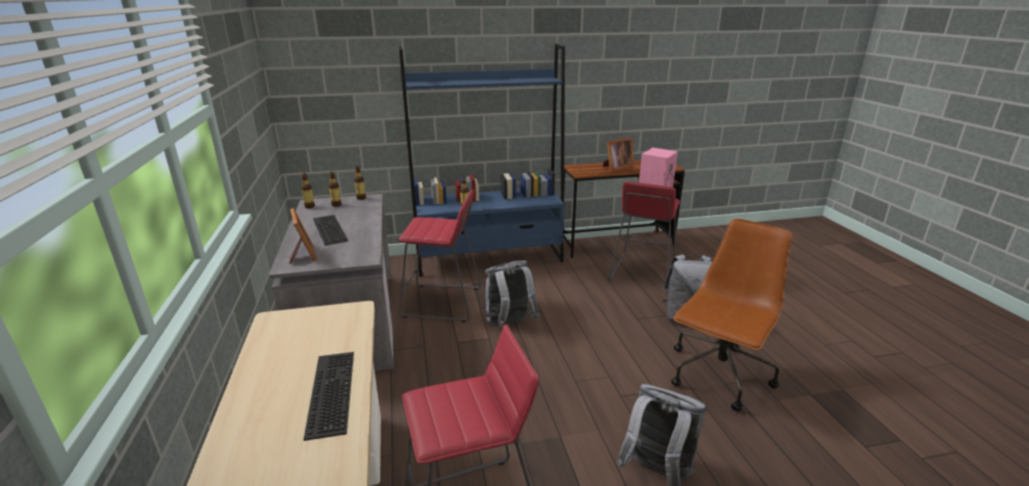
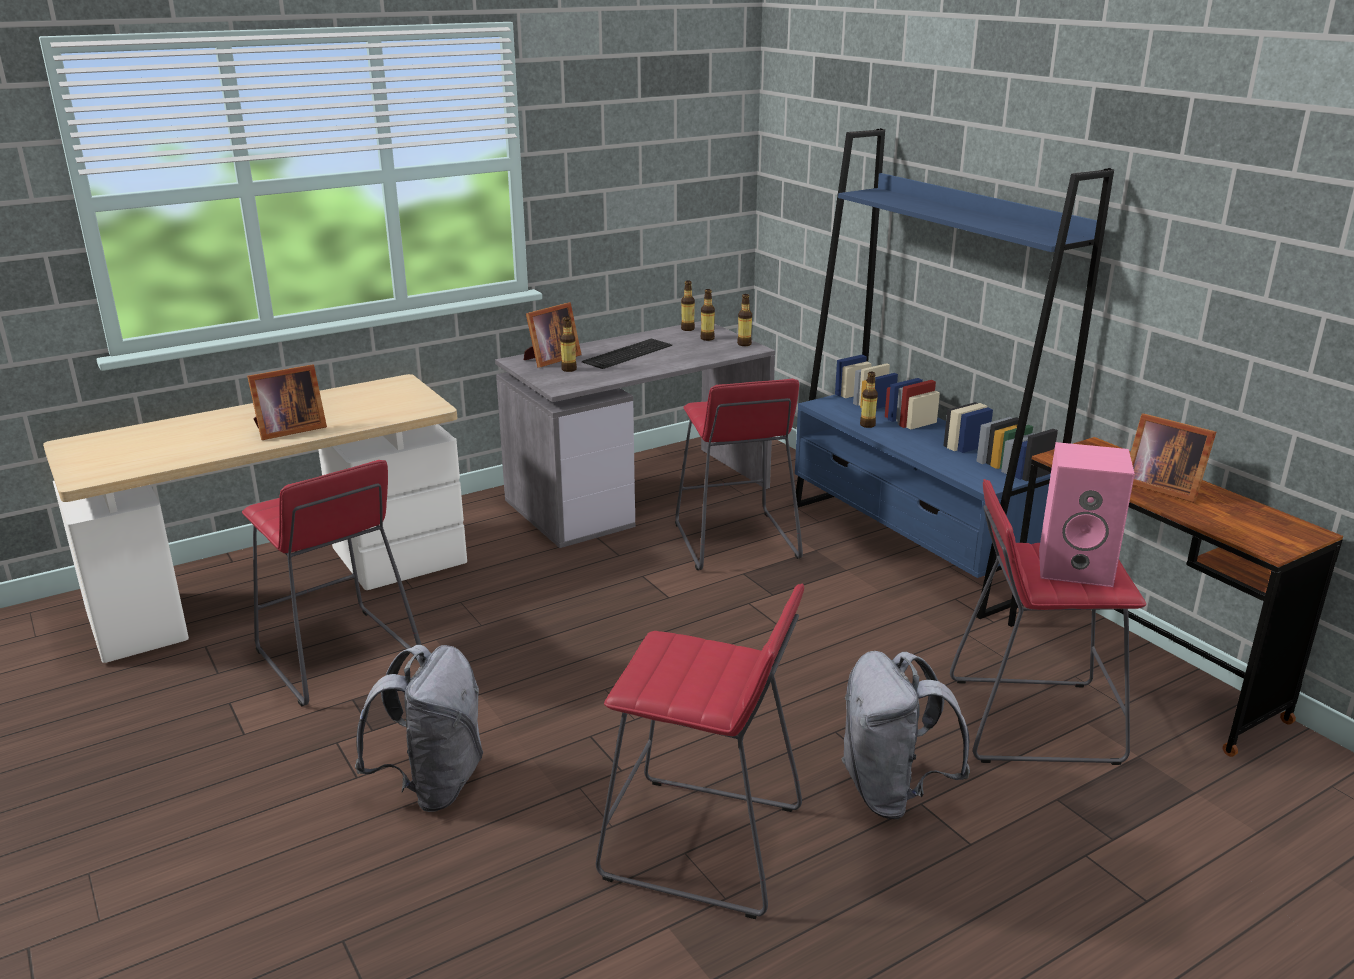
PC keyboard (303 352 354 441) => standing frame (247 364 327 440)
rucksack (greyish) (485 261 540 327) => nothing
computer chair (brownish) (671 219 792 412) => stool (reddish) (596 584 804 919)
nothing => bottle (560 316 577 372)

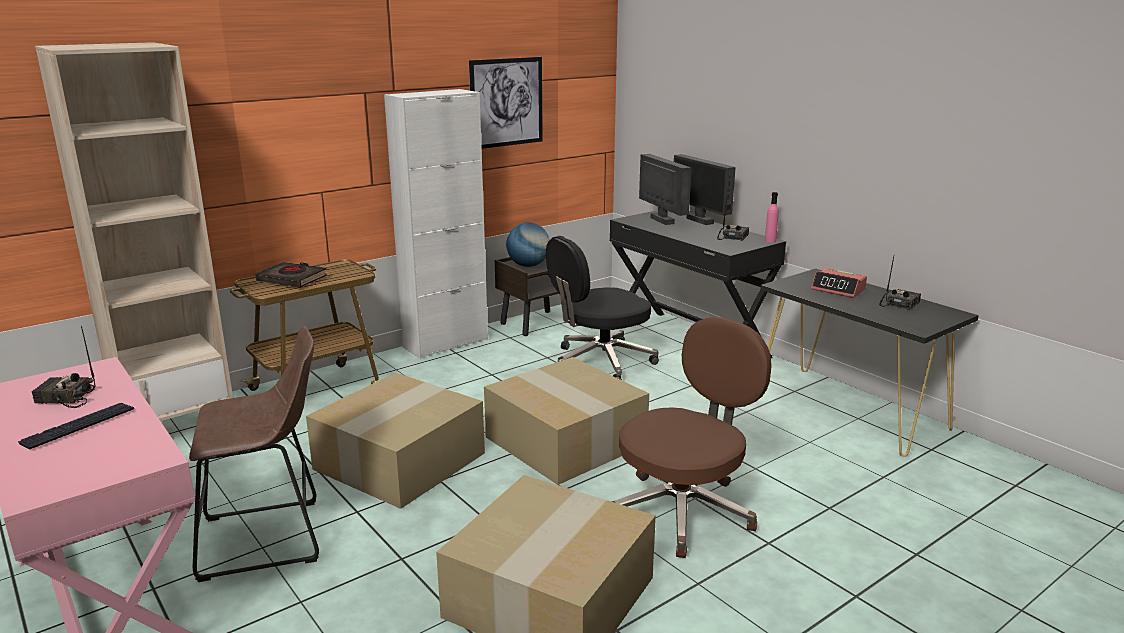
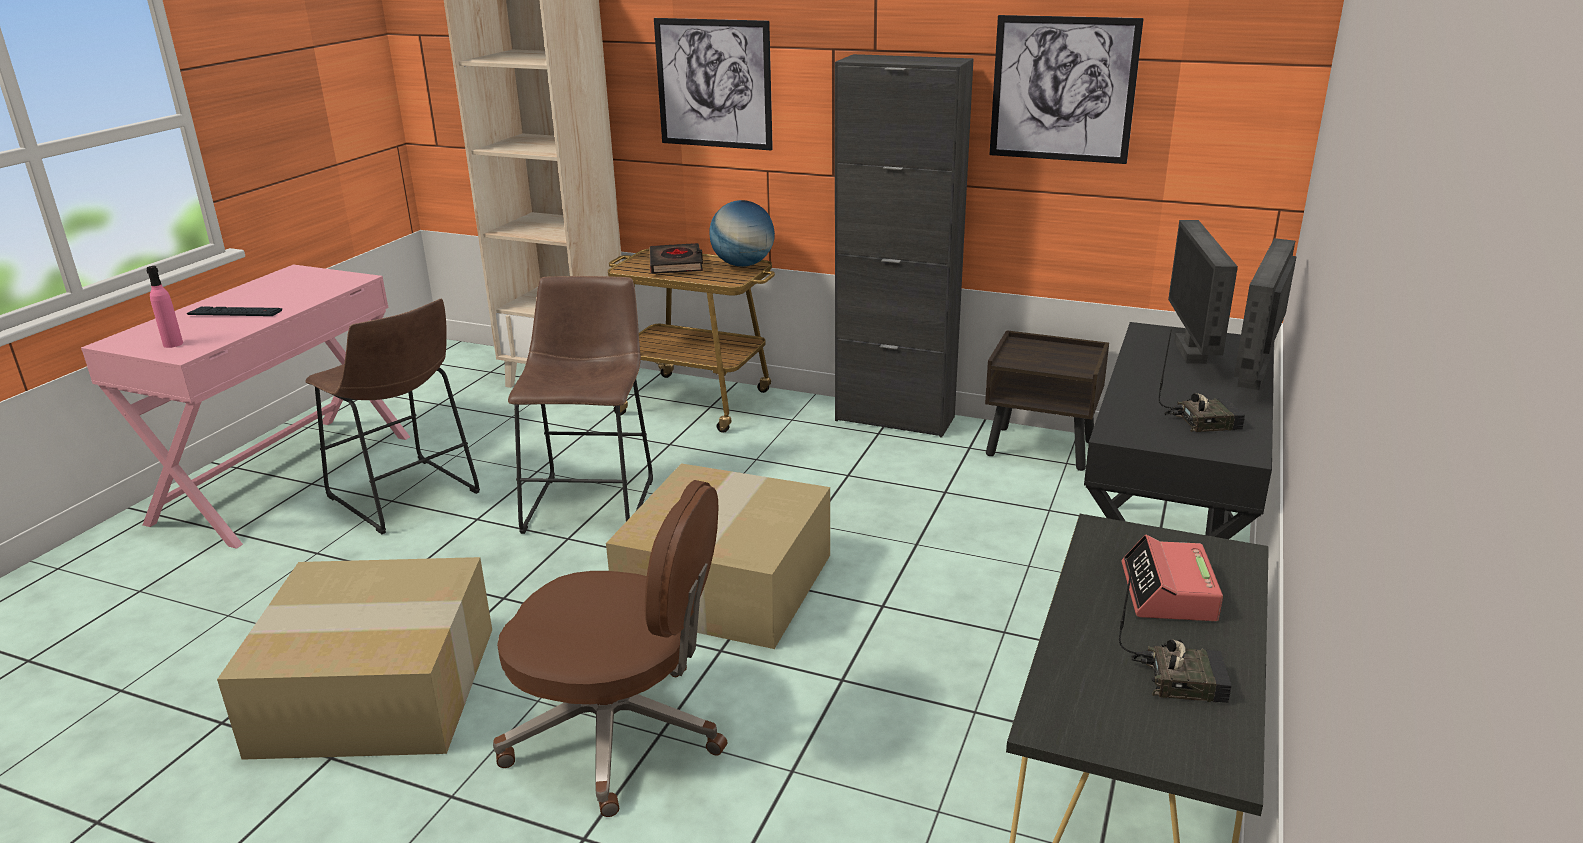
radio (32 326 95 408) => nothing
packing box (306 373 485 509) => stool (brownish) (508 276 653 534)
storage cabinet (white) (384 89 488 359) => storage cabinet (blackish) (835 54 973 438)
globe (506 223 550 267) => globe (709 200 775 267), relocated
computer chair (blackish) (546 236 659 380) => nothing
computer display (639 154 691 225) => computer display (1168 220 1238 364), 150 degrees clockwise
bottle (pink) (765 192 779 243) => bottle (pink) (146 266 183 348), relocated
nothing => picture (654 18 773 150)

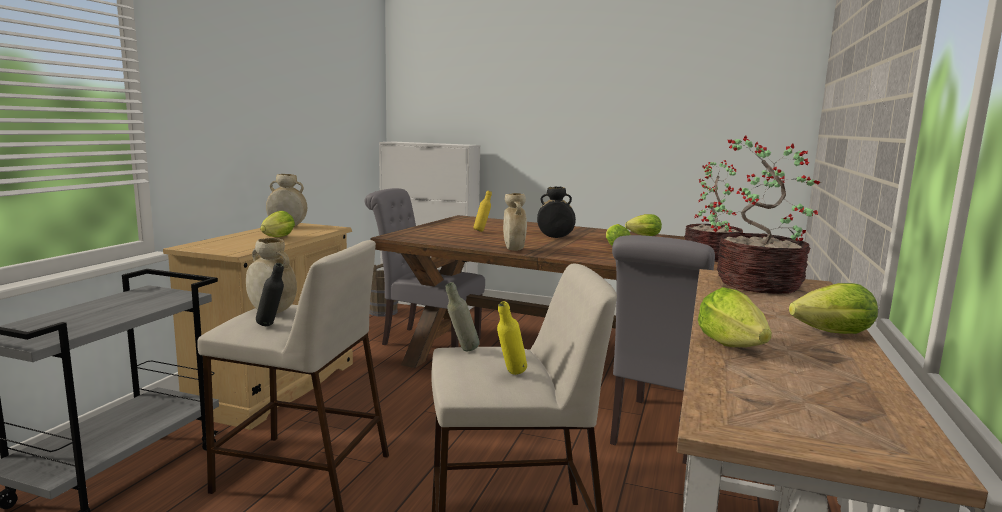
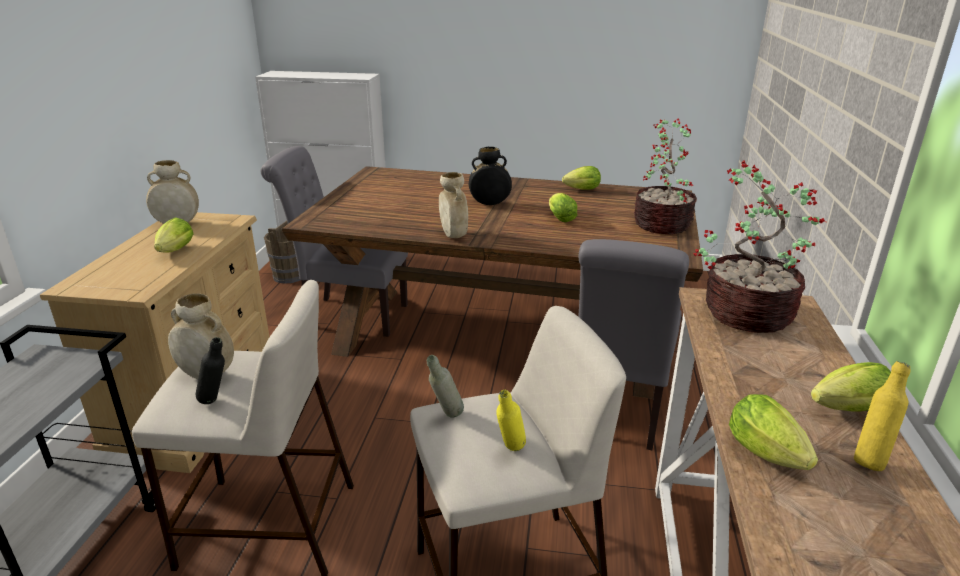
bottle (yellow) (473 191 492 232) => bottle (yellow) (854 361 910 471), relocated

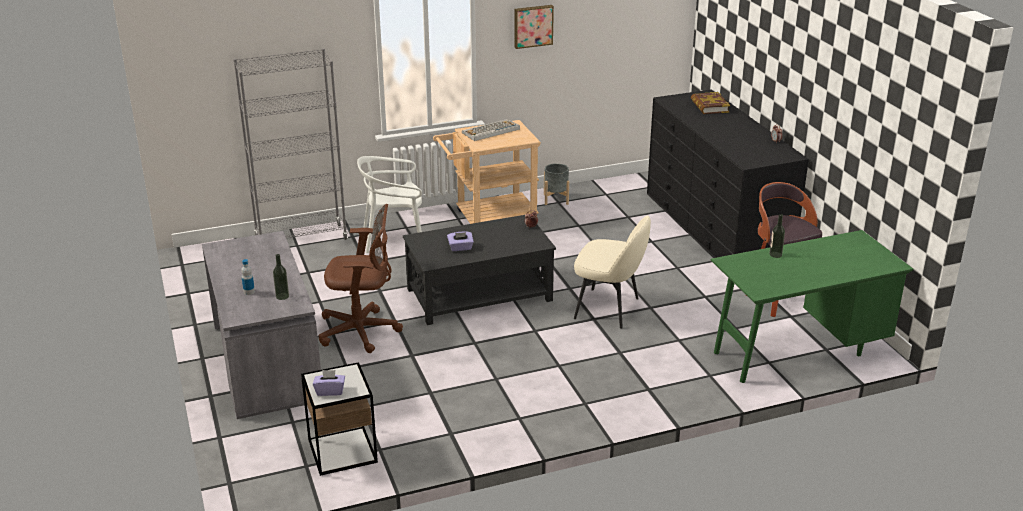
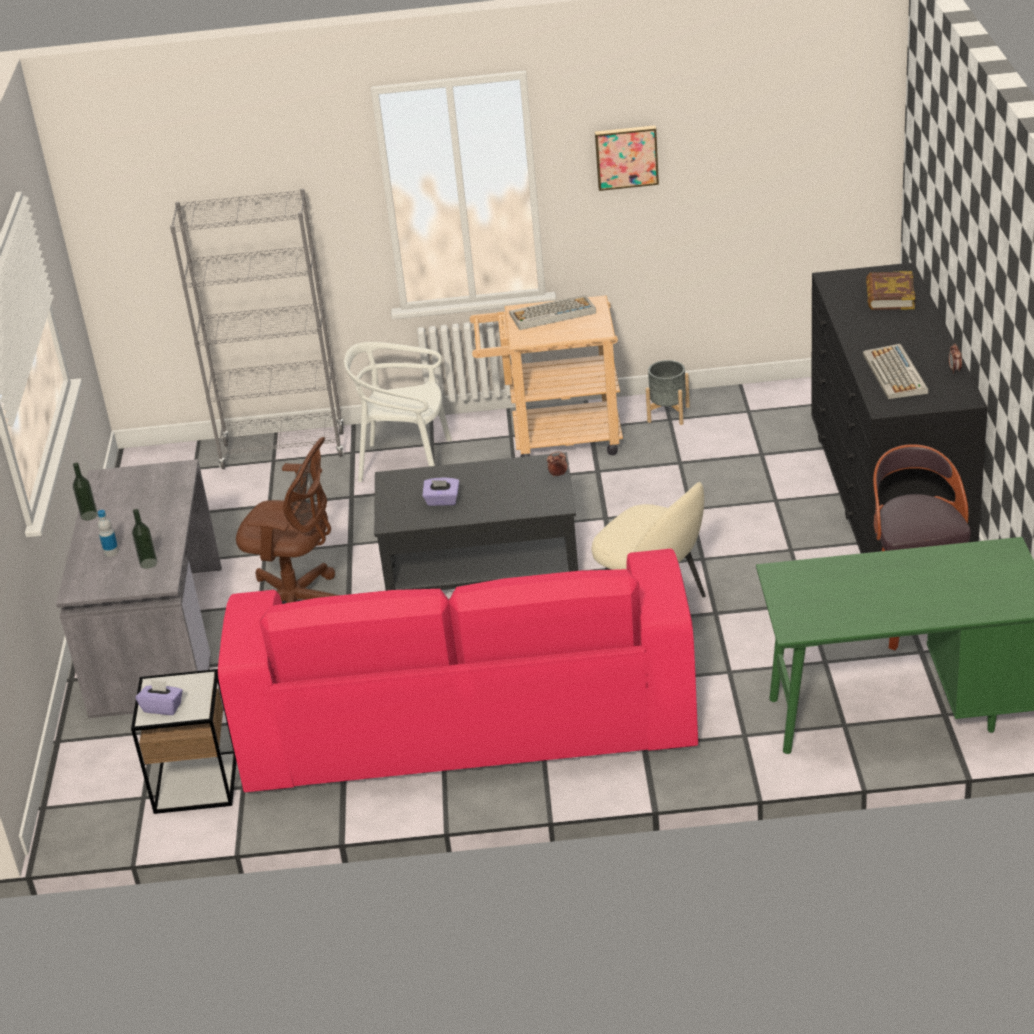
bottle (769 214 785 258) => bottle (73 463 98 521), relocated
nothing => couch (pink) (218 549 698 792)
nothing => PC keyboard (863 344 928 399)

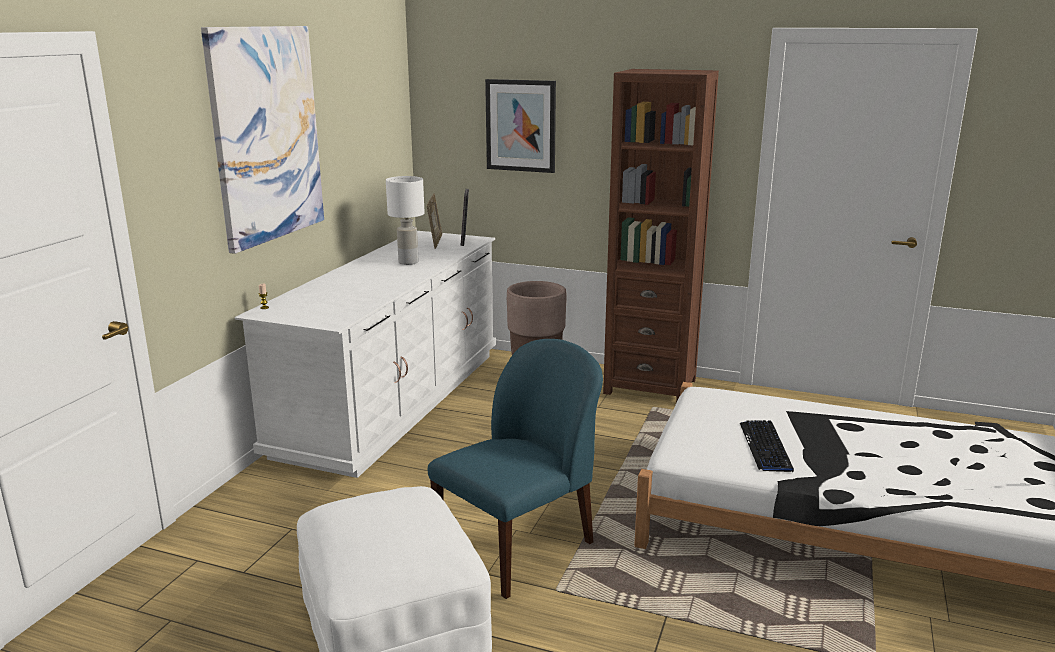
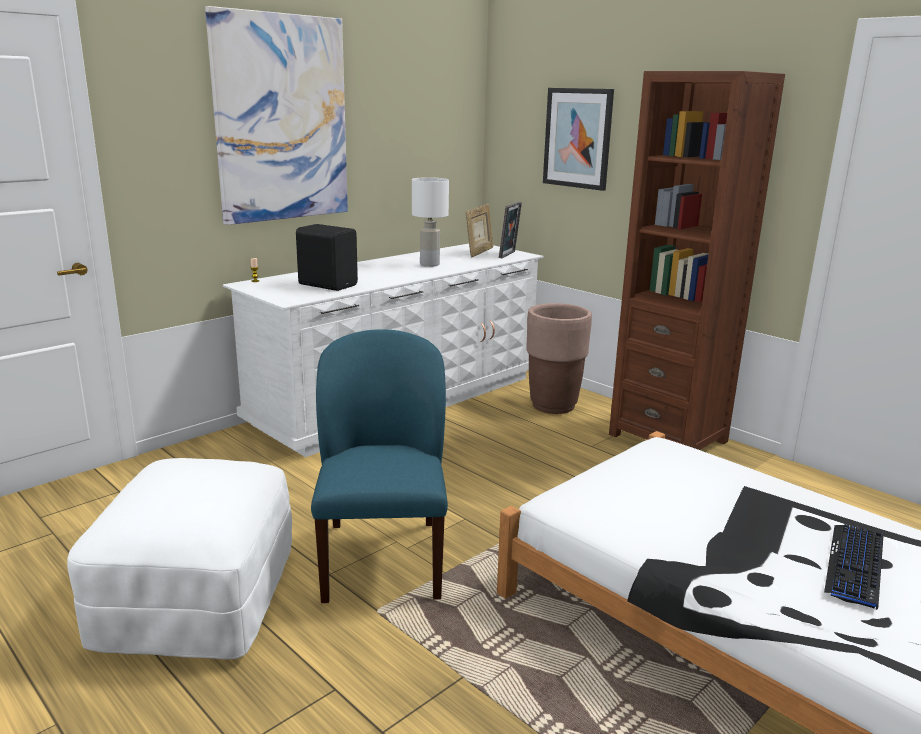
plain chair (bluish) (427 339 603 599) => plain chair (bluish) (311 329 448 603), 75 degrees counterclockwise
PC keyboard (740 420 794 472) => PC keyboard (824 524 883 610), relocated
nothing => audio speaker (blackish) (296 224 358 291)

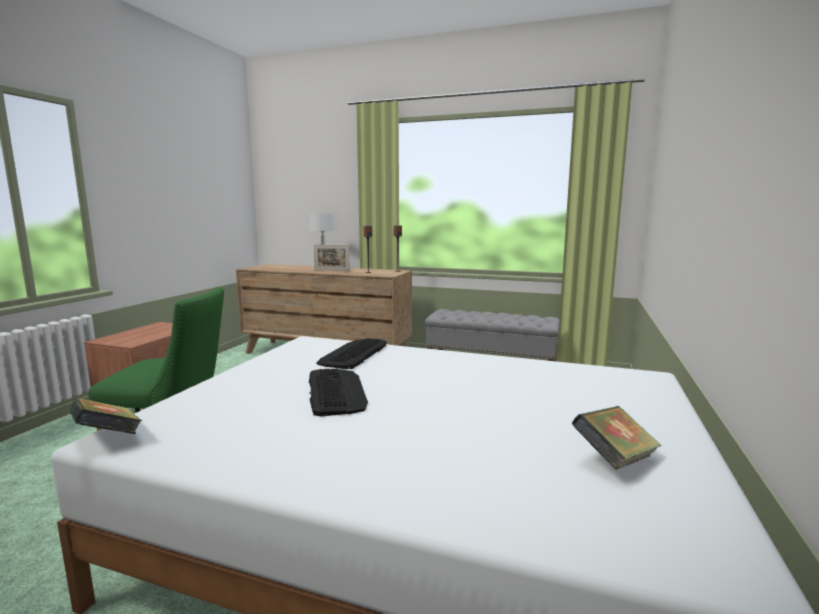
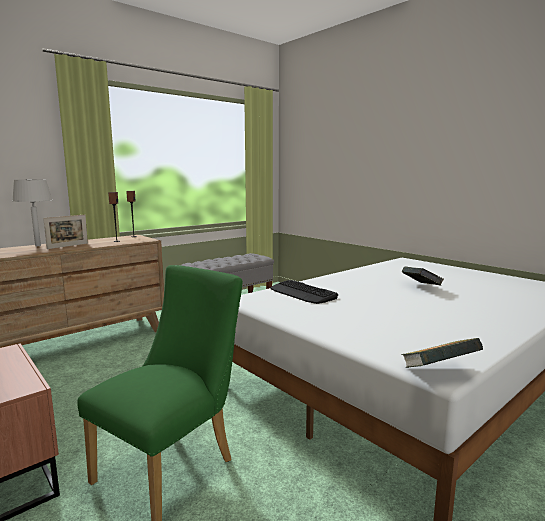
PC keyboard (309 369 368 416) => nothing
bound book (572 406 661 470) => bound book (402 266 444 285), relocated

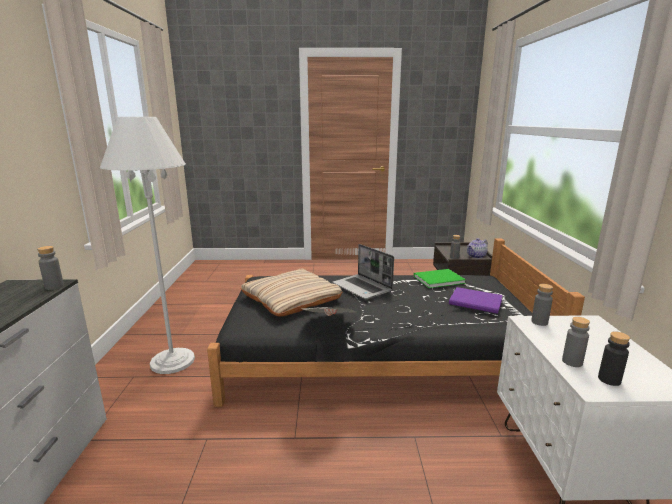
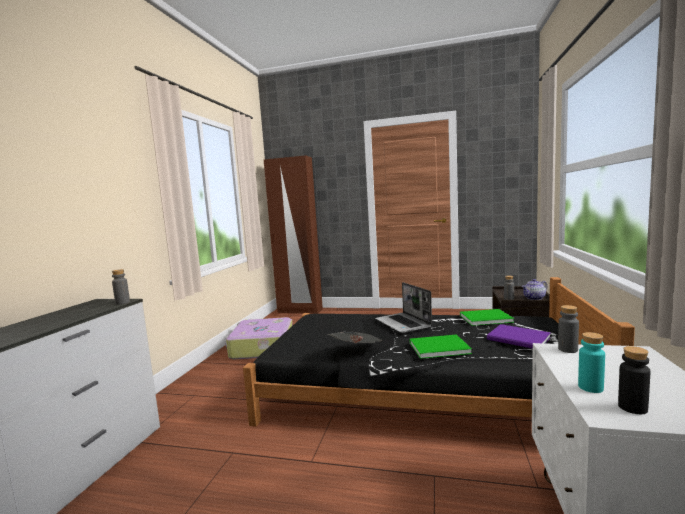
floor lamp (white) (100 117 195 374) => nothing
pillow (beige) (241 268 343 317) => nothing
bottle (greyish) (562 317 590 367) => bottle (blue-green) (578 332 605 393)
nothing => travel case (225 317 293 359)
nothing => clothes cupboard (brownish) (264 155 323 314)
nothing => bound book (green) (409 334 472 359)

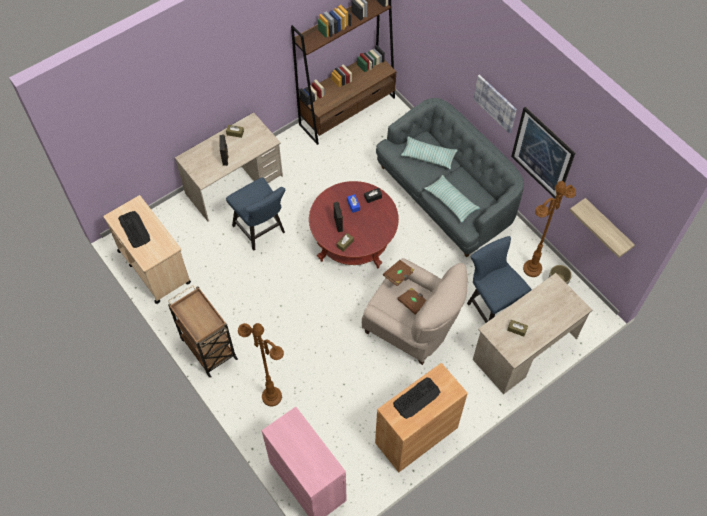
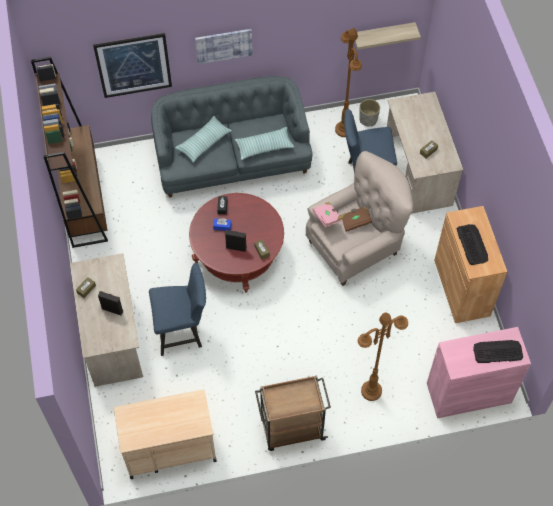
PC keyboard (118 211 150 248) => PC keyboard (473 340 523 363), relocated
bound book (brownish) (383 260 414 286) => bound book (pink) (312 202 342 227)
picture (511 107 575 199) => picture (93 33 172 98), relocated

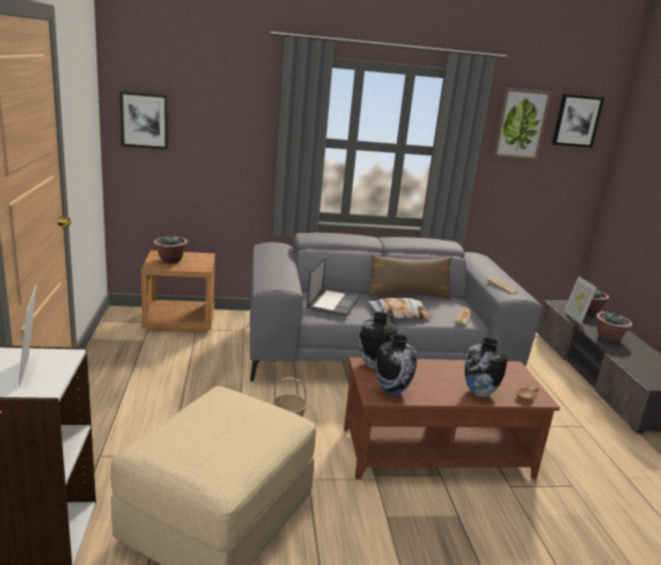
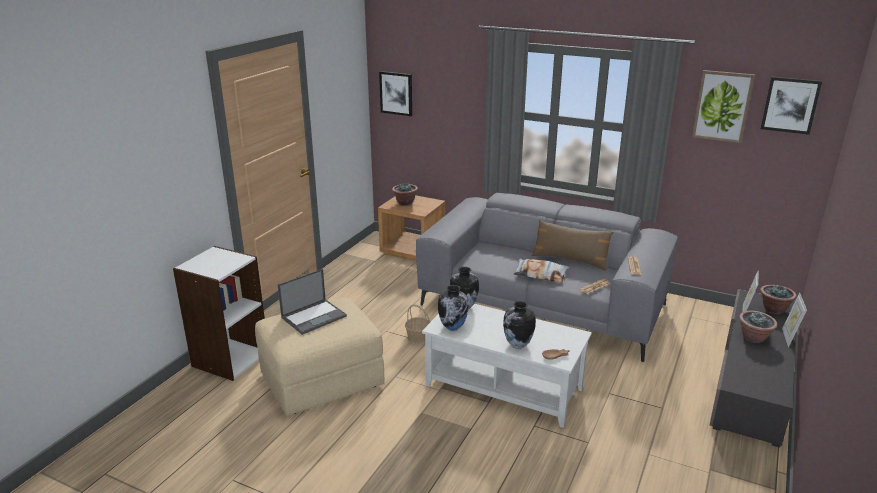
standing frame (19 285 36 388) => standing frame (782 292 807 347), relocated
notebook computer (307 256 360 317) => notebook computer (278 269 347 335), relocated
lounge table (brownish) (344 357 560 479) => lounge table (white) (422 304 592 428)

